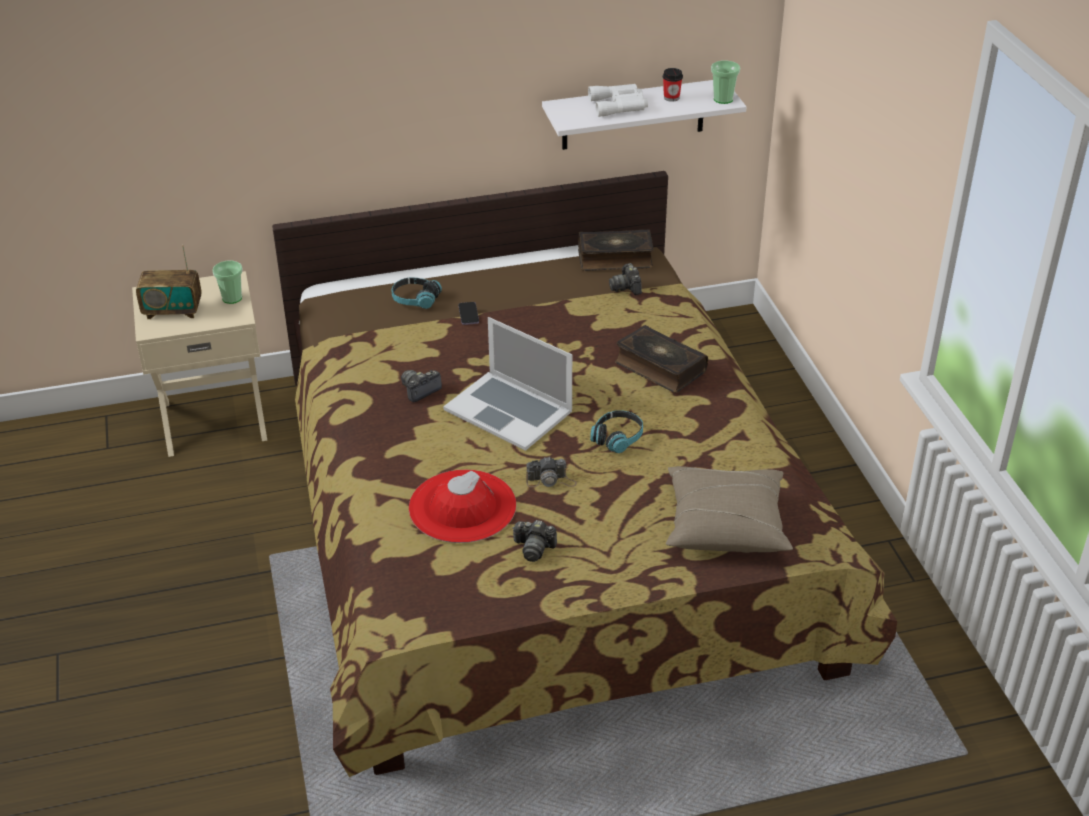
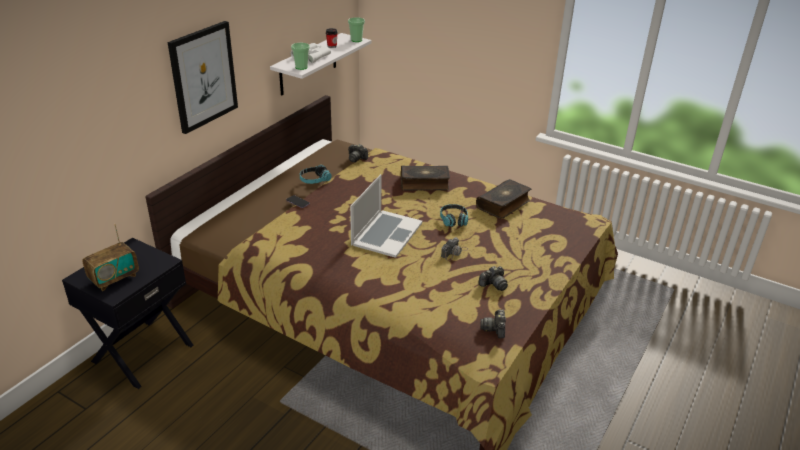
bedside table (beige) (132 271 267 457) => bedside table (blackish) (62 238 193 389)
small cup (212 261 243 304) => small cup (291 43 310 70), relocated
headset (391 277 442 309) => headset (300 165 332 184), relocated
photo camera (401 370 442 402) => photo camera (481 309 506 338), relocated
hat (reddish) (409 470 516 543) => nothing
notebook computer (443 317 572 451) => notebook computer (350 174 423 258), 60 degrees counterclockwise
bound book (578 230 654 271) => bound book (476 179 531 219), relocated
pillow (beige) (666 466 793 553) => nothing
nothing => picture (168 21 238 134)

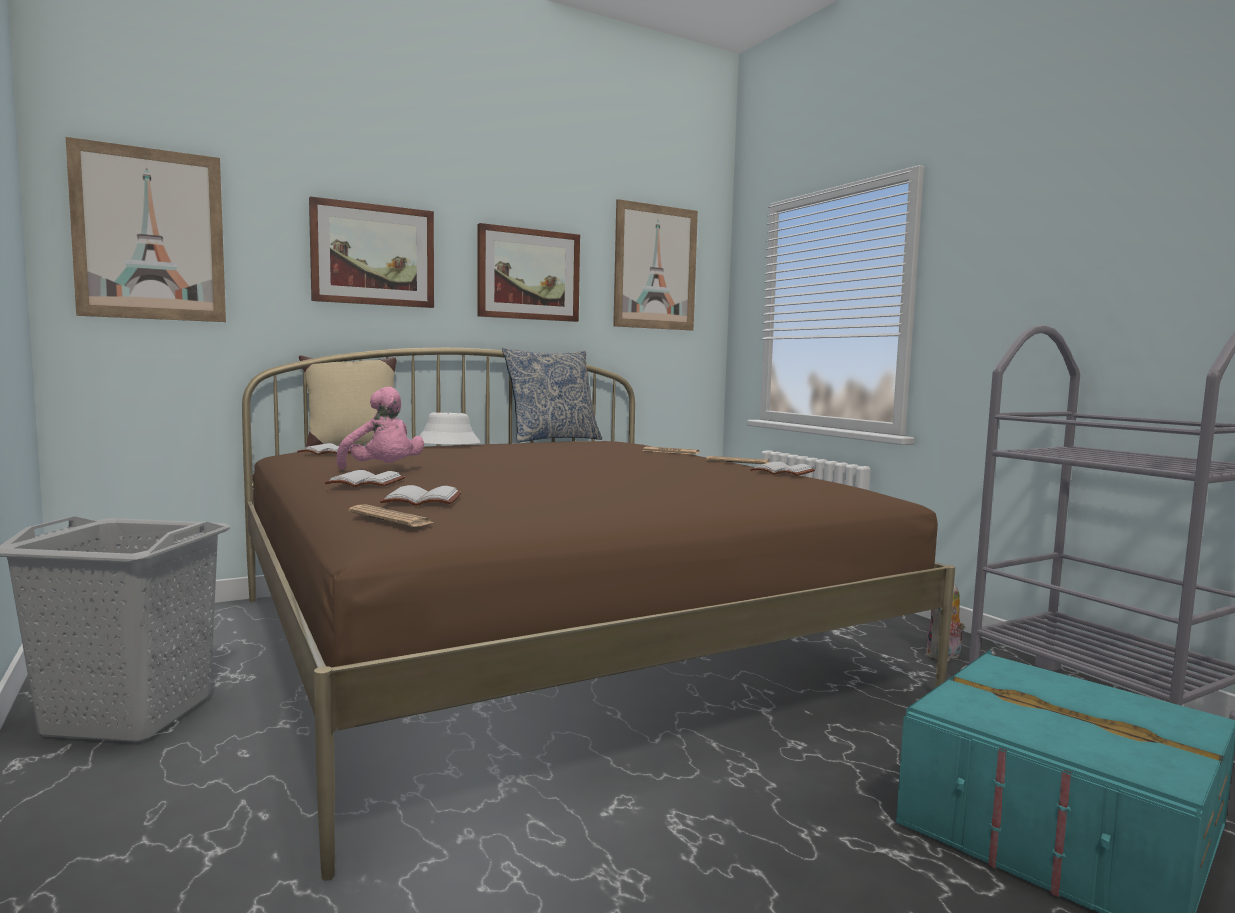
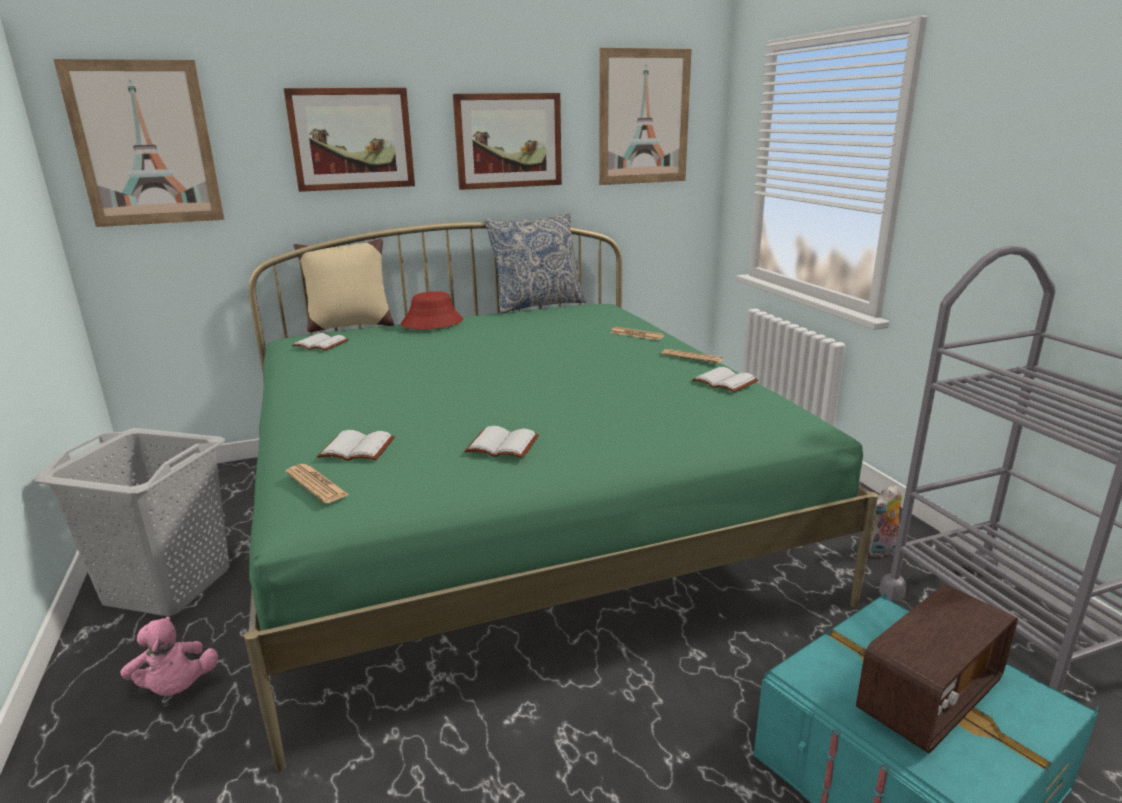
sleeping bed (brownish) (242 348 955 881) => sleeping bed (green) (244 222 878 772)
bound book (white) (325 470 405 487) => bound book (white) (465 426 539 458), relocated
soft toy (pink) (337 387 424 470) => soft toy (pink) (120 617 218 696), relocated
hat (white) (419 413 481 445) => hat (reddish) (401 291 463 329)
nothing => radio (856 584 1018 754)

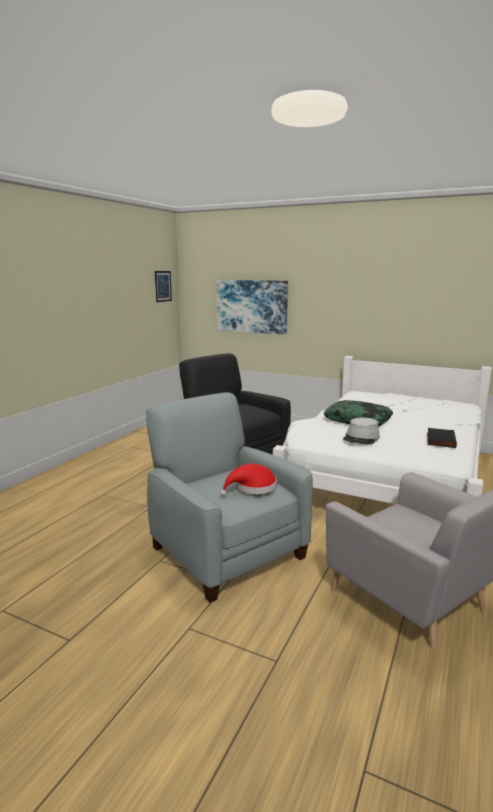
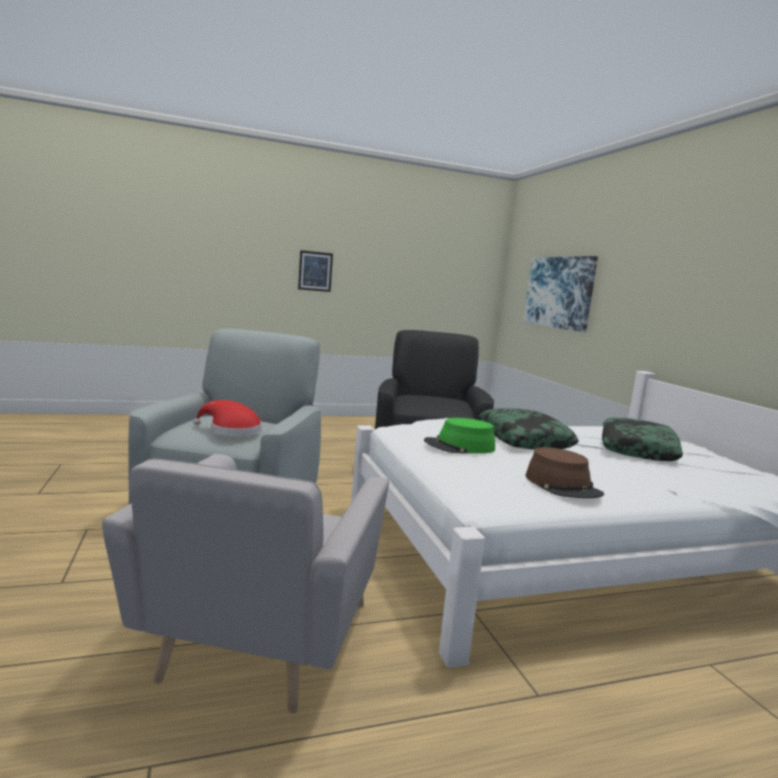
picture (155 271 172 302) => picture (298 250 333 292), relocated
hat (greyish) (343 417 380 444) => hat (green) (424 418 495 454)
bound book (blackish) (427 428 457 448) => hat (brownish) (525 447 604 498)
nothing => pillow (602 417 683 461)

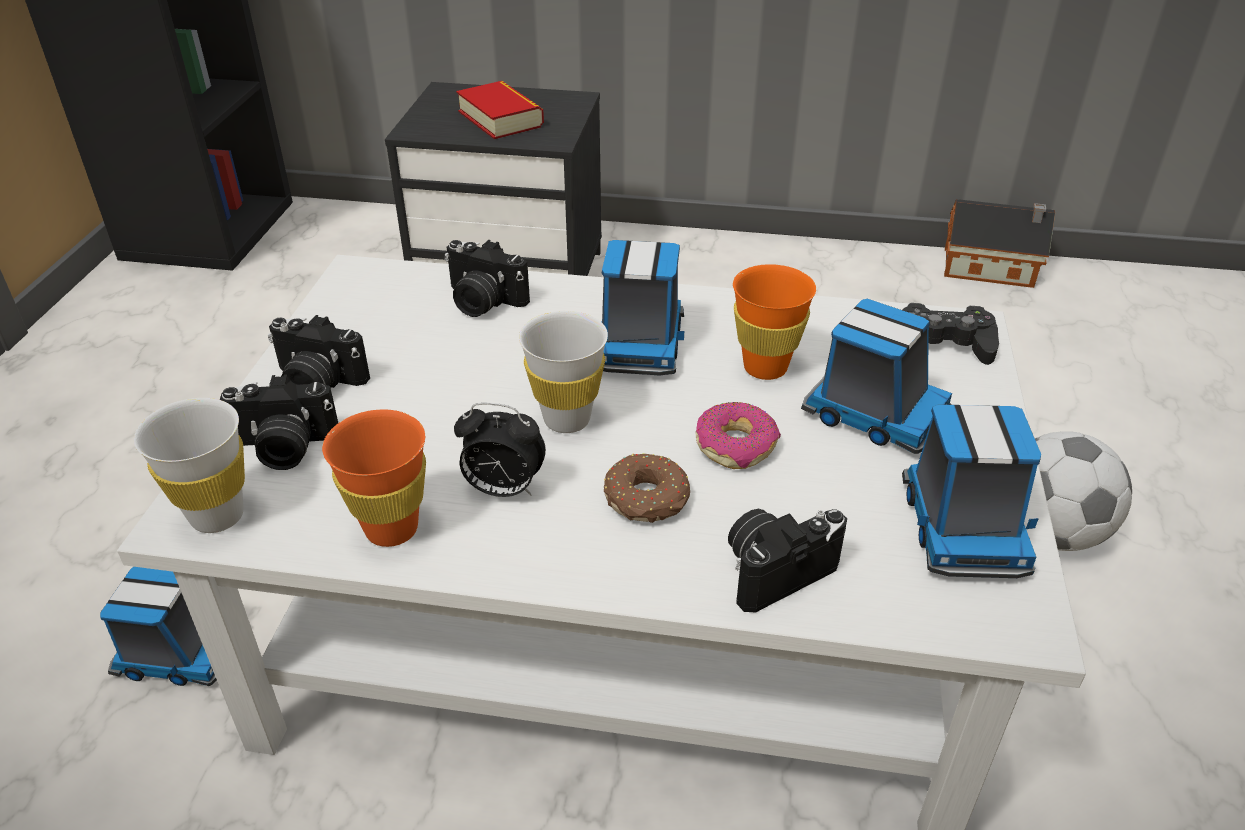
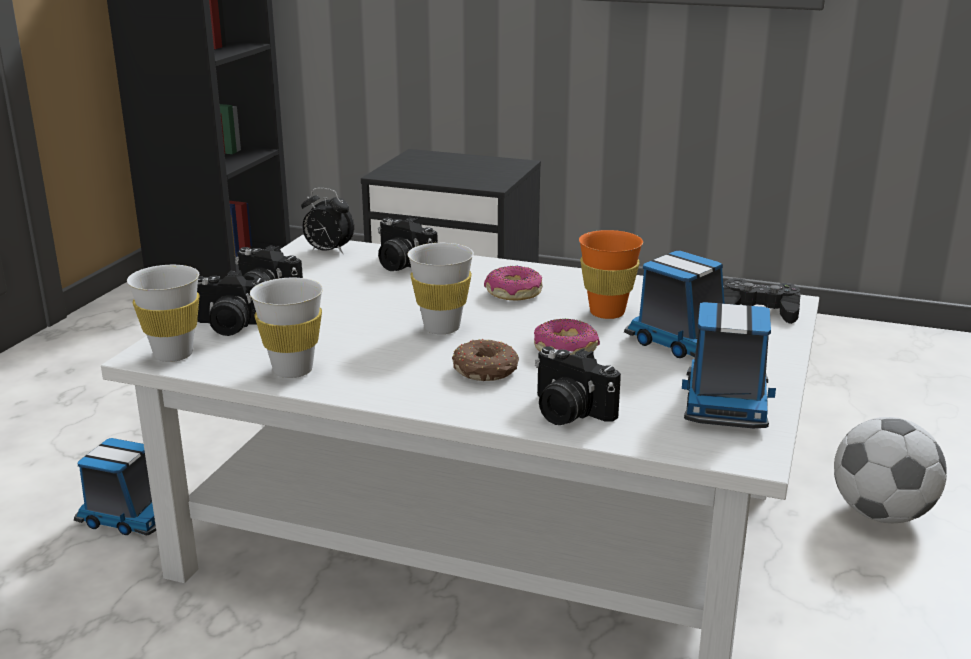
small cup (orangey) (322 409 426 547) => small cup (white) (250 278 323 378)
table clock (454 403 546 497) => table clock (301 187 354 254), relocated
bound book (456 81 544 139) => nothing
toy lorry (602 240 684 375) => doughnut (484 266 543 301)
photo camera (728 509 847 612) => photo camera (535 346 621 425), 120 degrees counterclockwise
model house (944 199 1055 288) => nothing

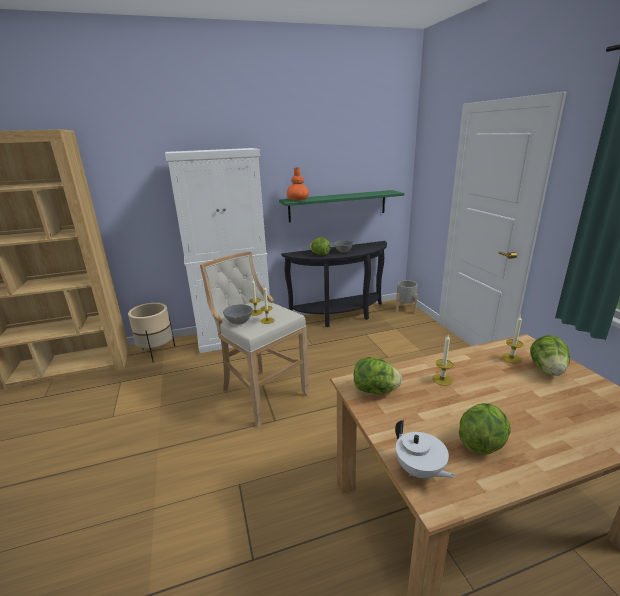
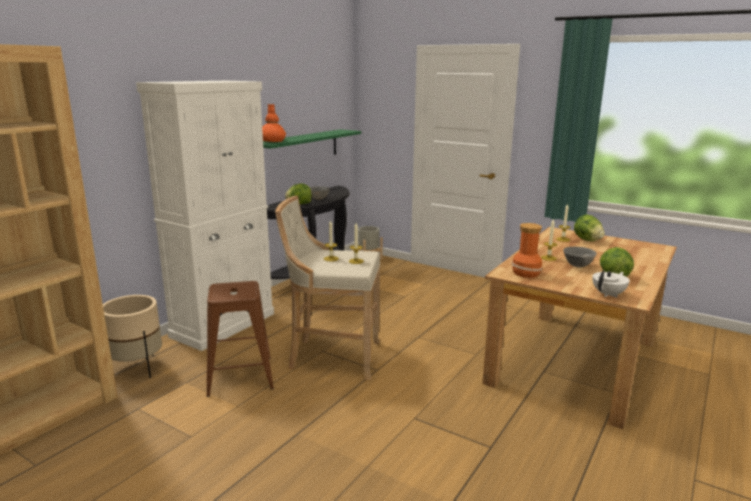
serving bowl (greyish) (223 304 252 325) => serving bowl (greyish) (563 247 597 267), relocated
lettuce (354 357 402 394) => vase (512 223 543 278)
pot for tea (white) (395 420 456 479) => pot for tea (white) (592 271 630 298), 60 degrees counterclockwise
nothing => stool (brownish) (206 281 274 397)

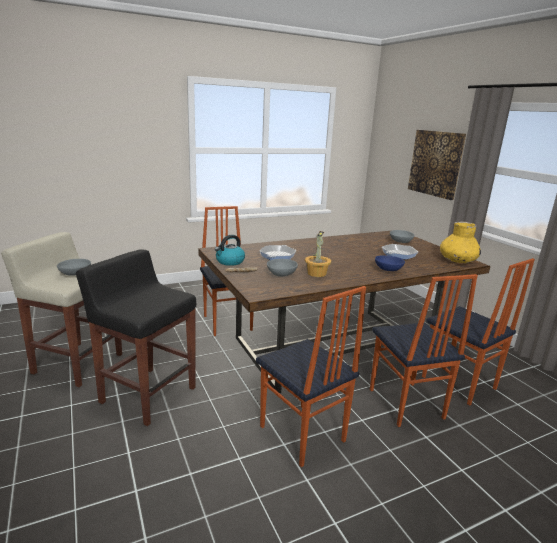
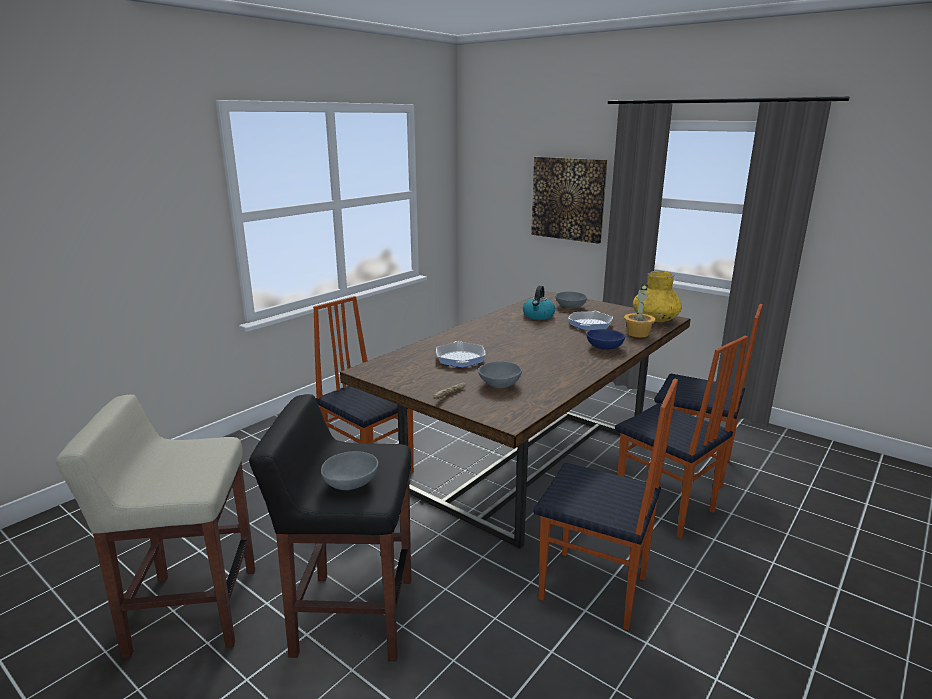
serving bowl (greyish) (57 259 91 276) => serving bowl (greyish) (321 451 379 490), relocated
kettle (215 235 245 266) => kettle (523 286 555 320), relocated
potted plant (305 231 331 277) => potted plant (624 284 655 337), relocated

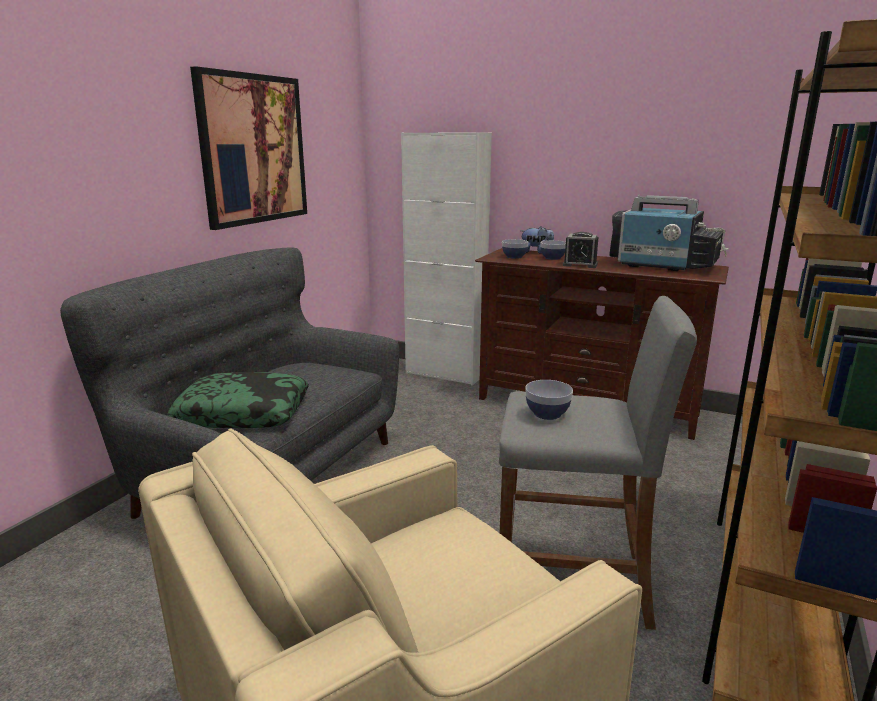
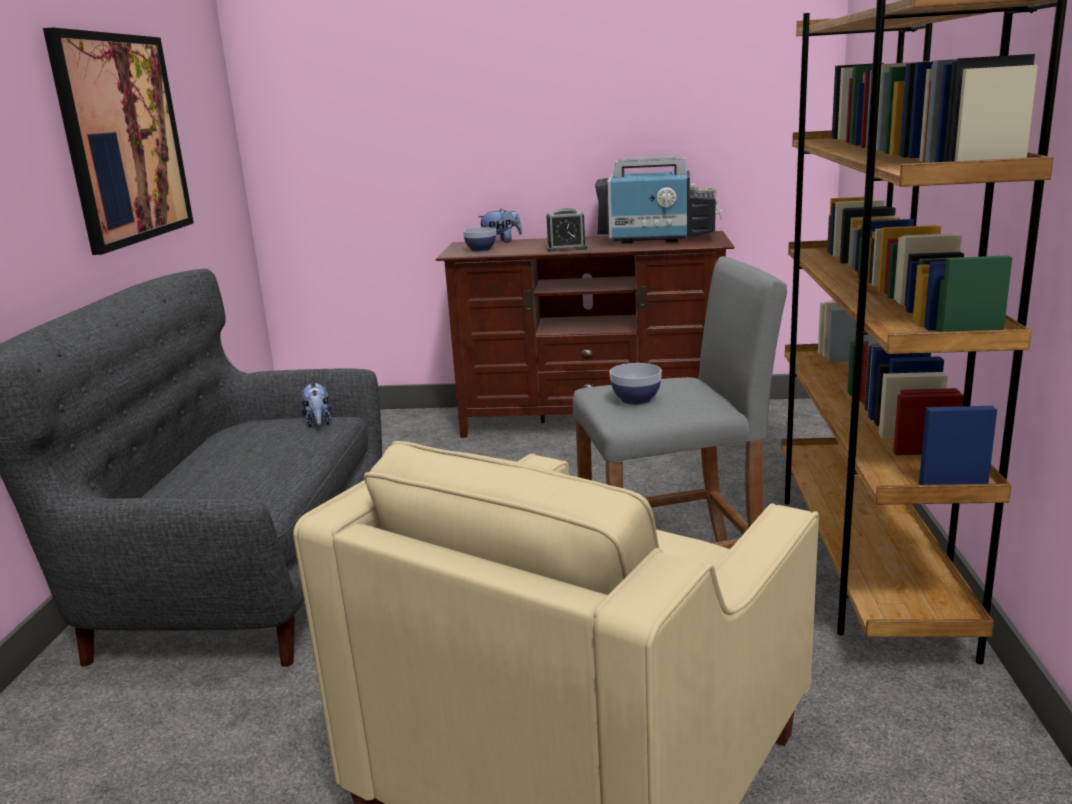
pillow (167 372 309 428) => nothing
storage cabinet (white) (401 132 492 386) => nothing
serving bowl (540 240 566 260) => nothing
nothing => soft toy (301 382 332 427)

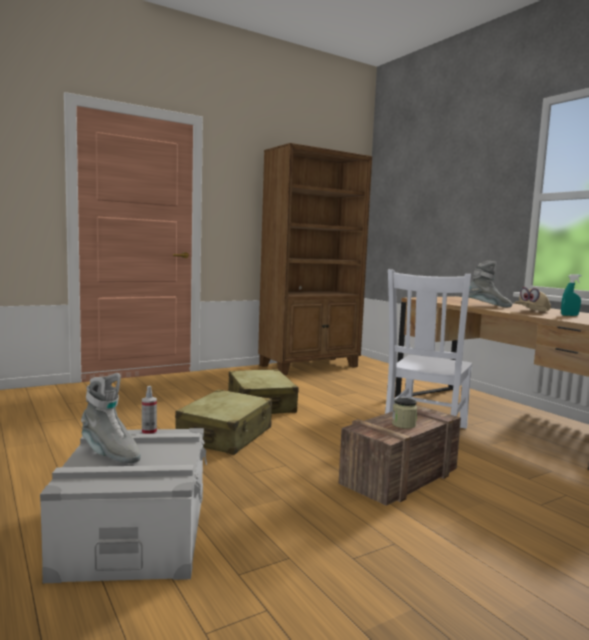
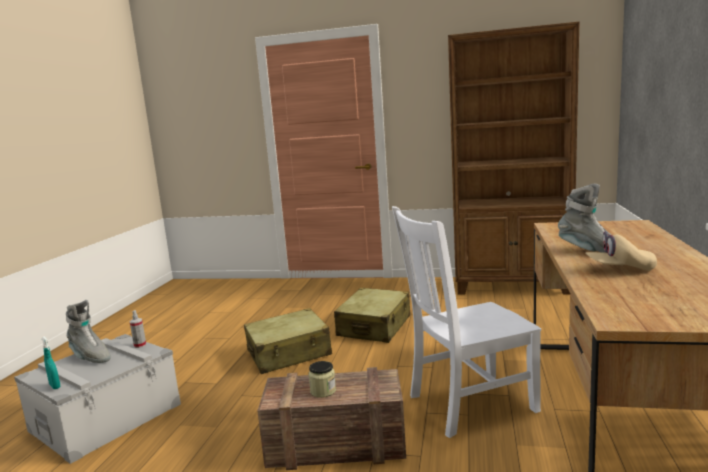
boot (greyish) (81 373 141 463) => boot (greyish) (66 300 111 363), 45 degrees counterclockwise
spray bottle (blue-green) (561 274 582 316) => spray bottle (blue-green) (42 337 60 389), relocated

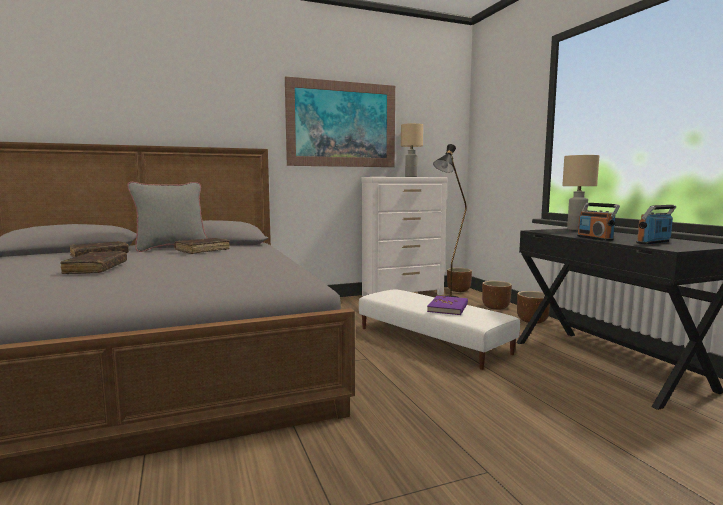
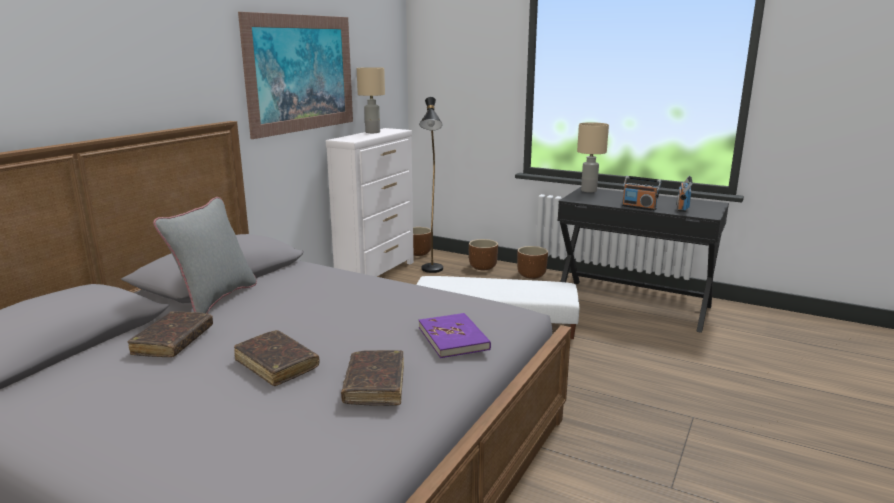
bound book (brownish) (174 238 230 254) => bound book (brownish) (341 350 404 406), relocated
bound book (purple-coloured) (427 296 468 315) => bound book (purple-coloured) (419 313 491 358), relocated

